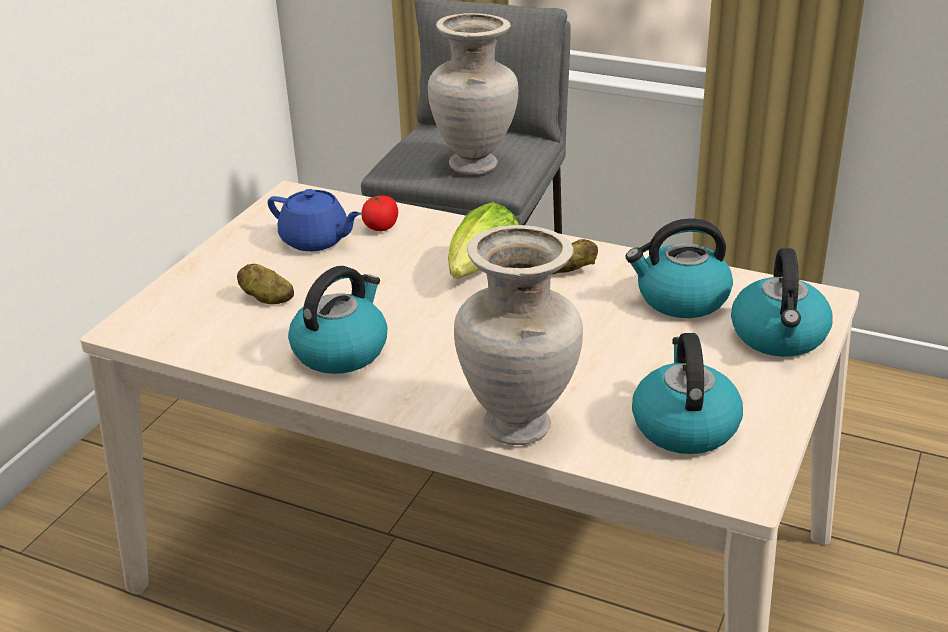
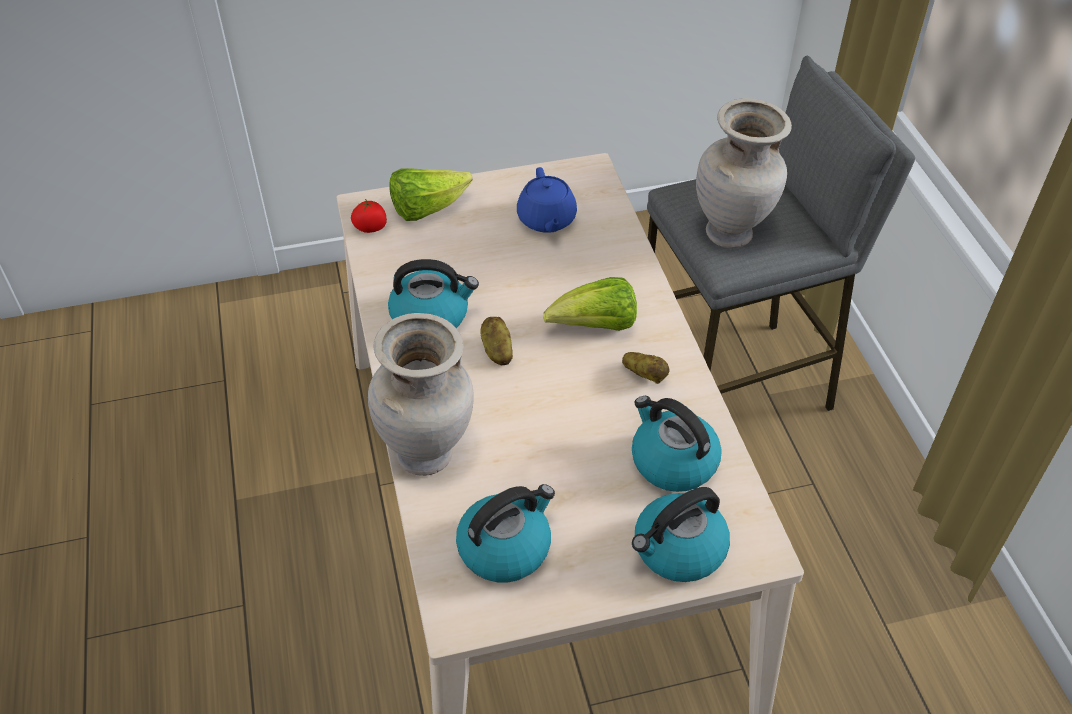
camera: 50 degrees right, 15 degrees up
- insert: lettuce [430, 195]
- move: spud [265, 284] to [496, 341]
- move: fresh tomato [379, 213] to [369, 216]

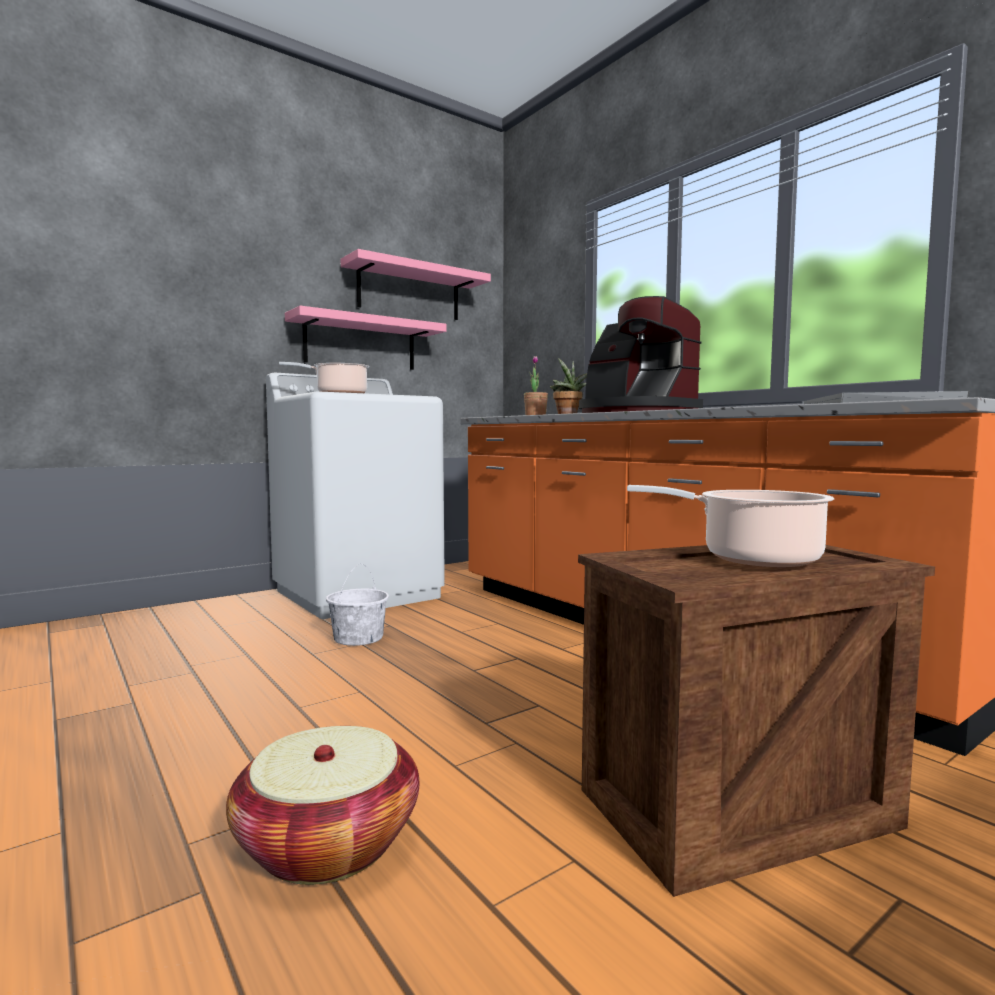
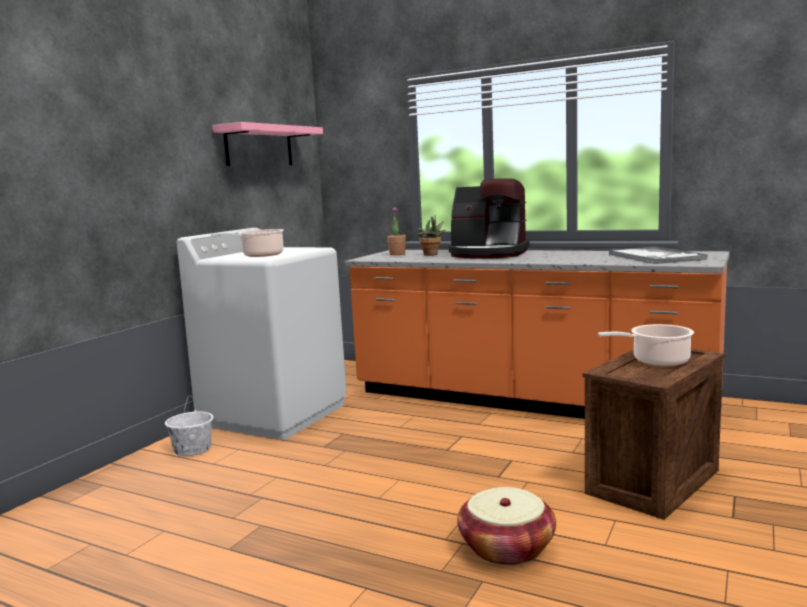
camera: 25 degrees left, 5 degrees up
- delete: wall shelf (pink) [365, 338]
- move: water bucket (whitish) [357, 605] to [189, 425]

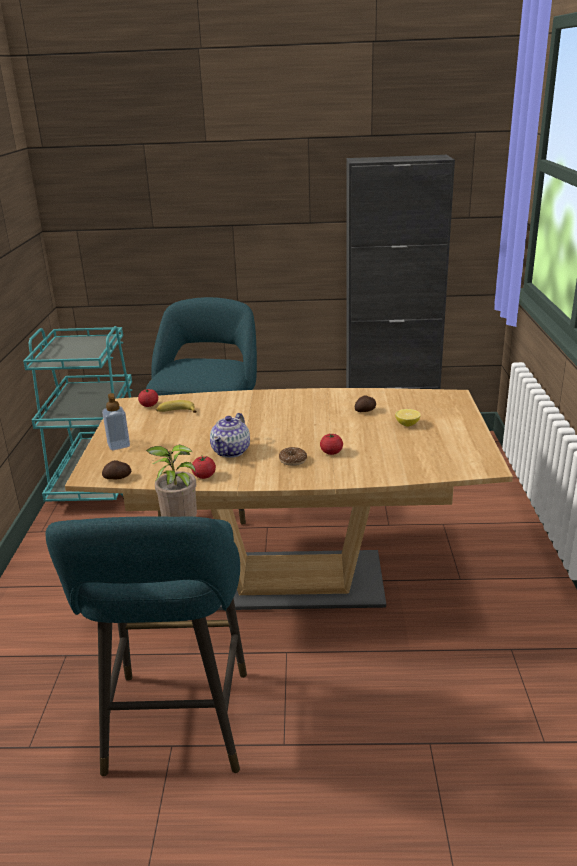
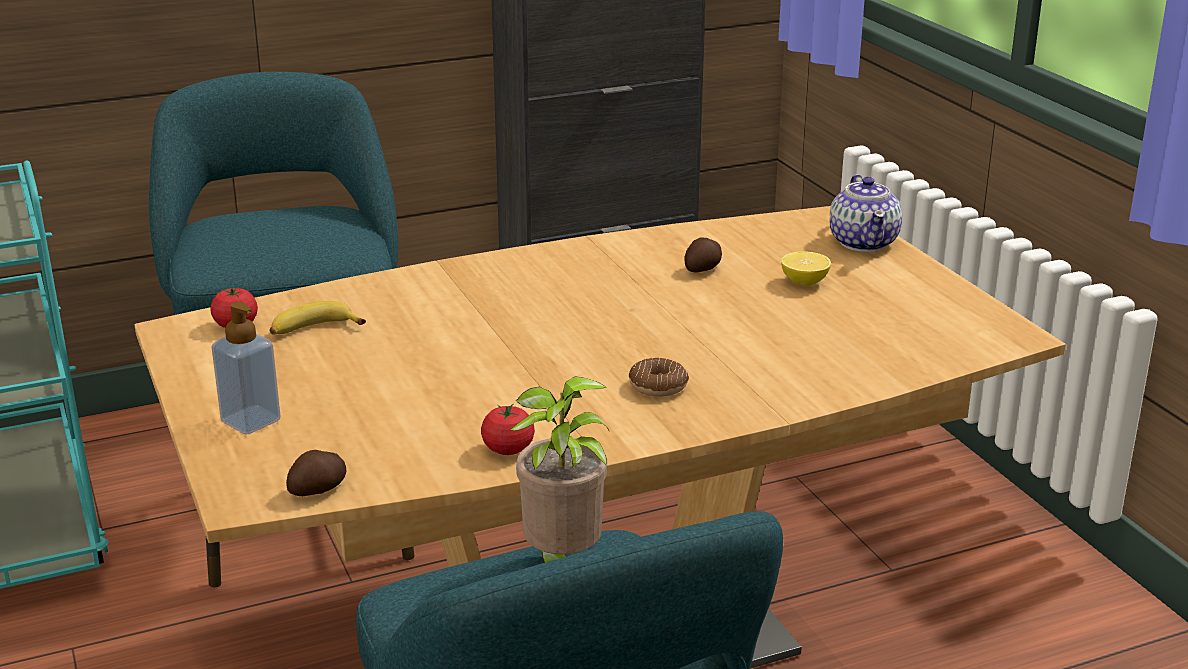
camera: 25 degrees left, 0 degrees up
- delete: fresh tomato [331, 444]
- move: pot for tea [230, 435] to [866, 213]

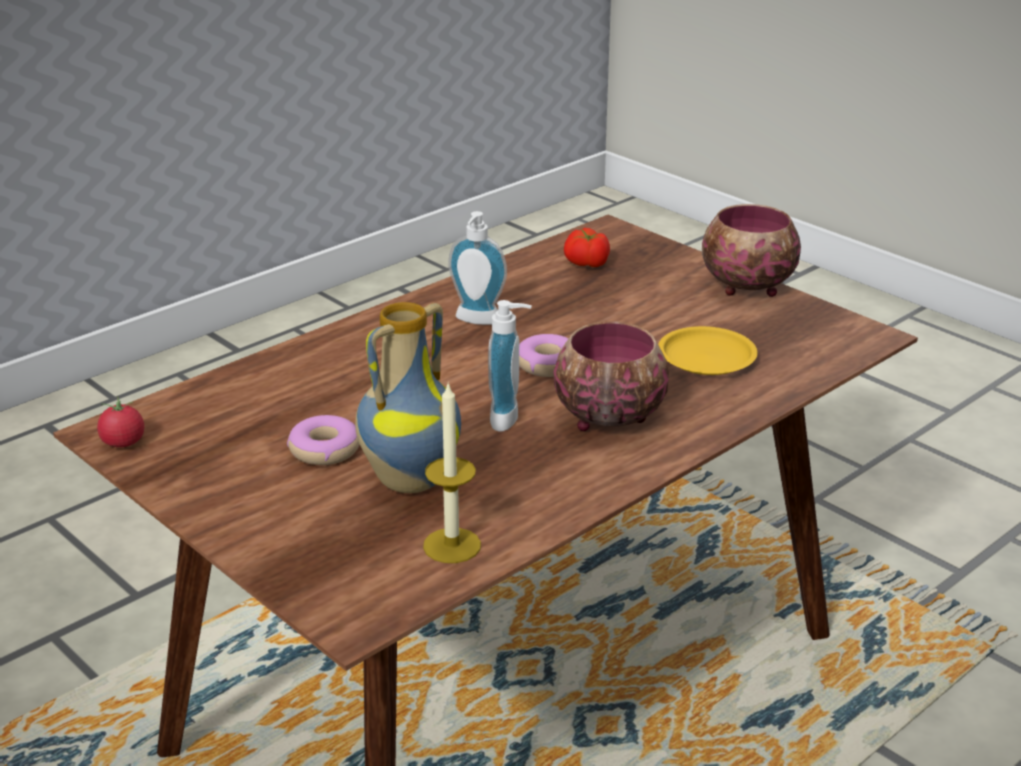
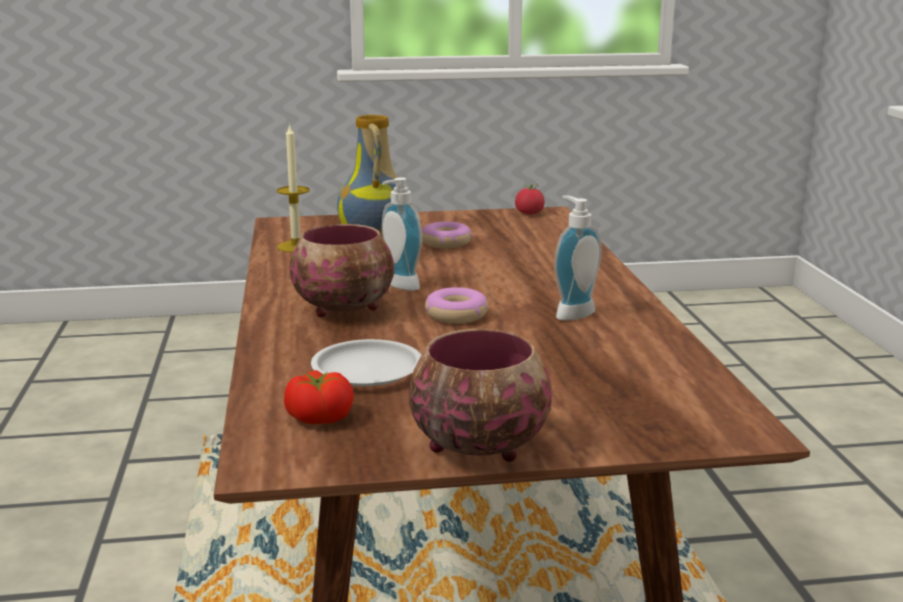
camera: 125 degrees right, 10 degrees down
- move: fresh tomato [587, 247] to [319, 397]
- recolor: plate (yellow-coloured) [708, 350] to plate (whitish) [366, 363]

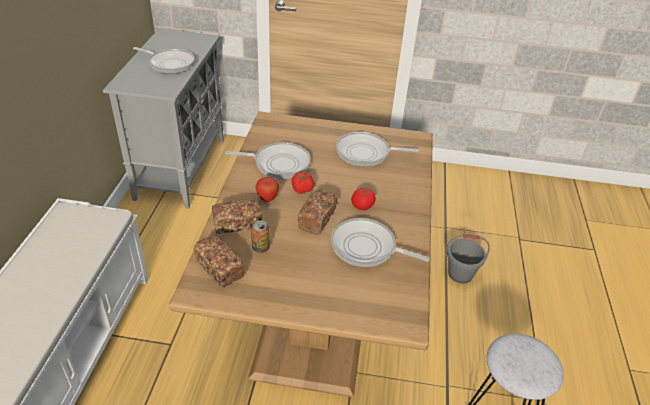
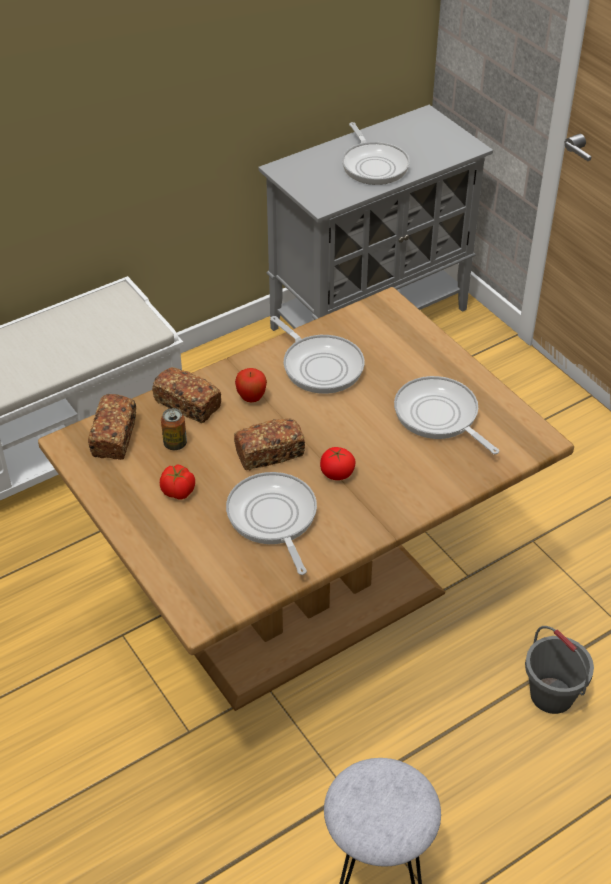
camera: 50 degrees right, 5 degrees up
- move: fresh tomato [303, 183] to [177, 481]

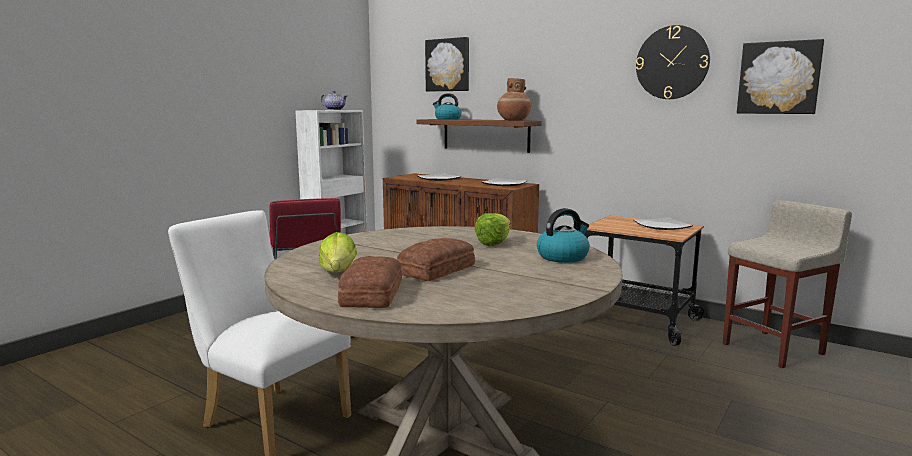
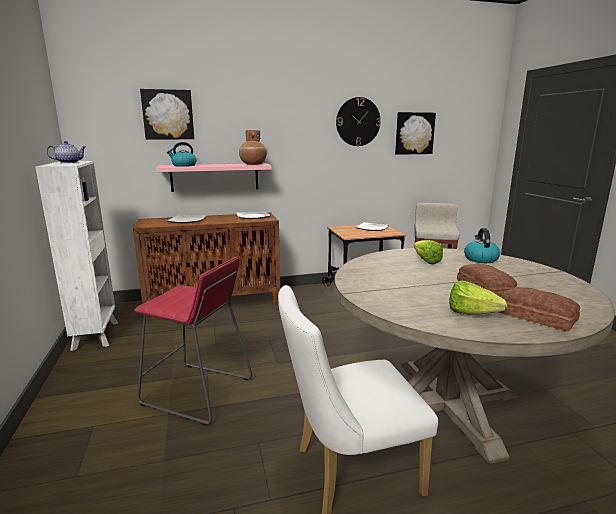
camera: 50 degrees left, 5 degrees up
- recolor: wall shelf (brown-coloured) [479, 136] to wall shelf (pink) [214, 177]

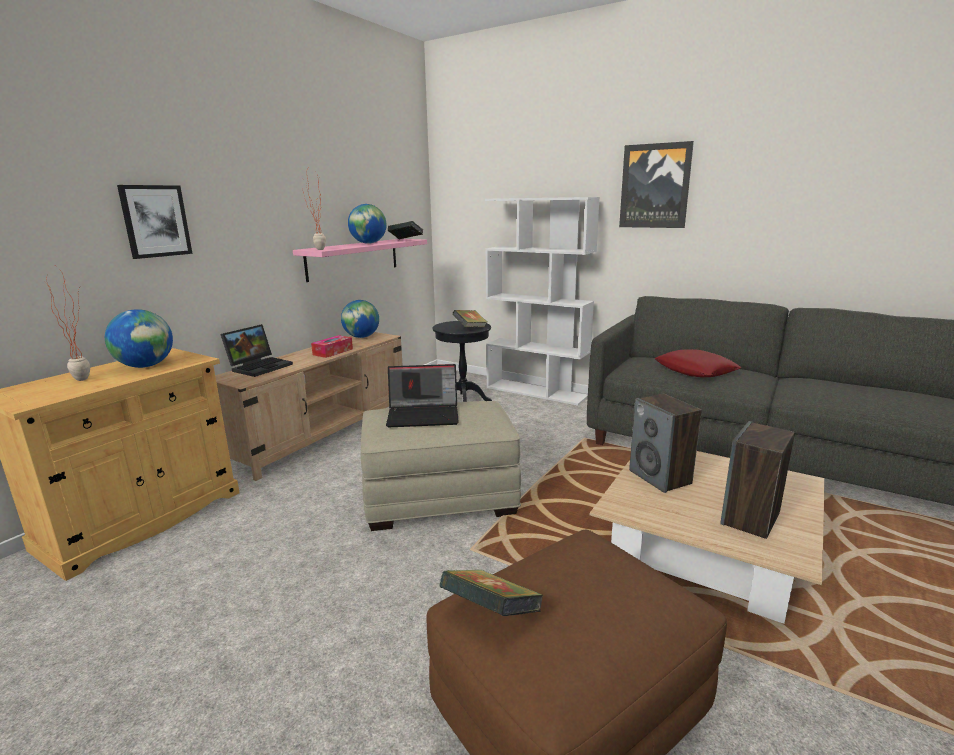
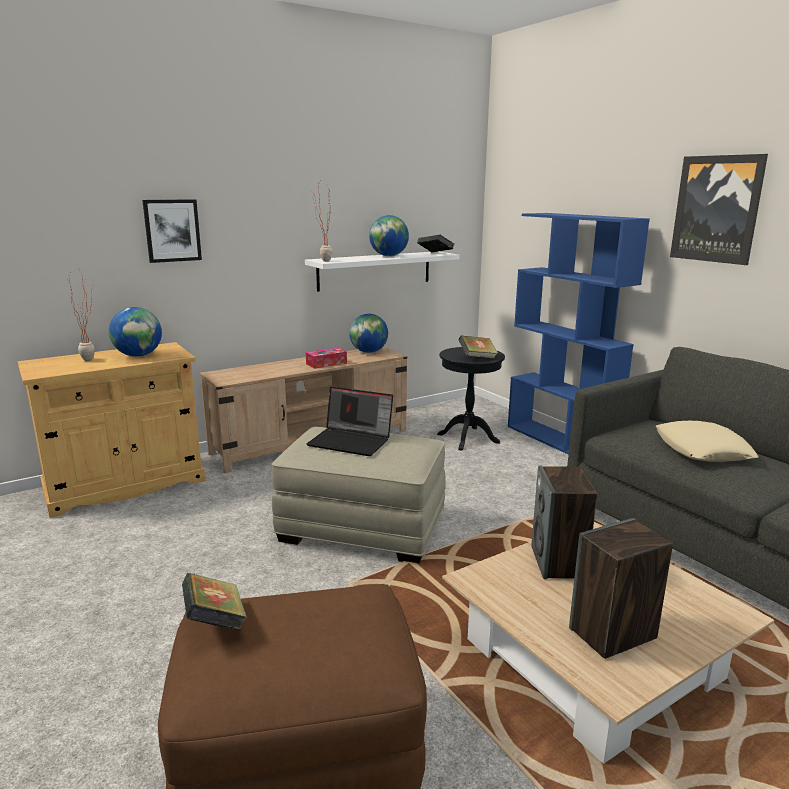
camera: 25 degrees right, 0 degrees up
- delete: notebook computer [256, 350]
- recolor: wall shelf (pink) [360, 260] to wall shelf (whitish) [382, 271]
- recolor: bookshelf (whitish) [542, 301] to bookshelf (blue-coloured) [579, 334]
- recolor: cushion (reddish) [698, 363] to cushion (sand-coloured) [707, 441]

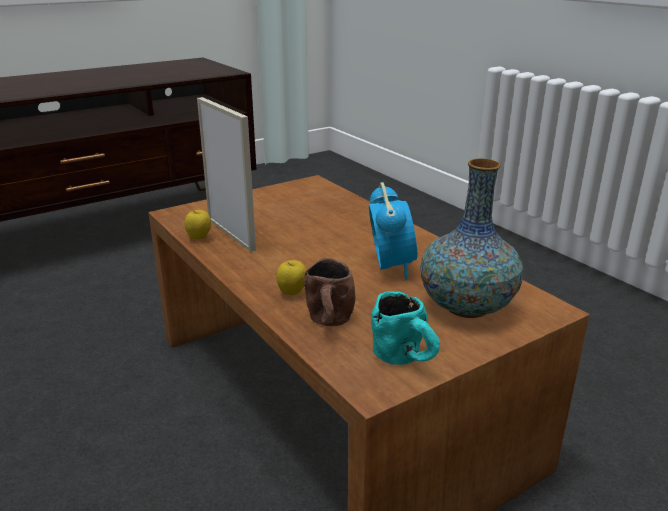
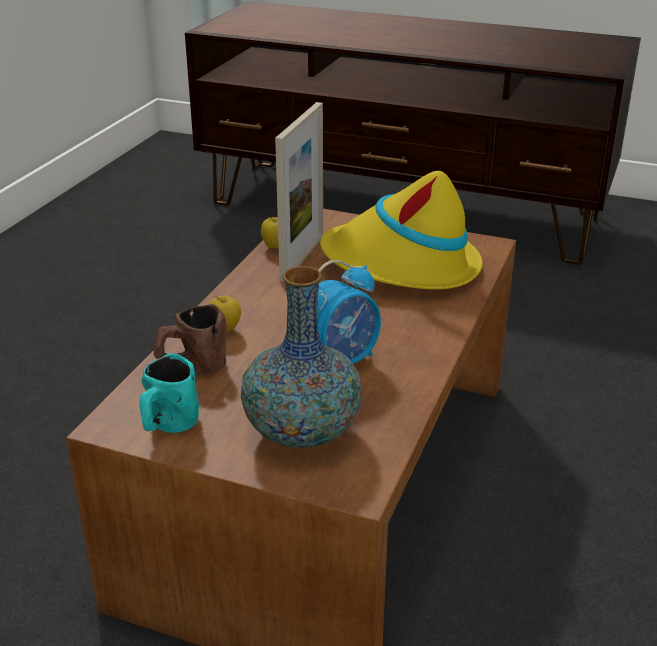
camera: 55 degrees right, 5 degrees up
- insert: wearable hat (yellow-coloured) [401, 230]

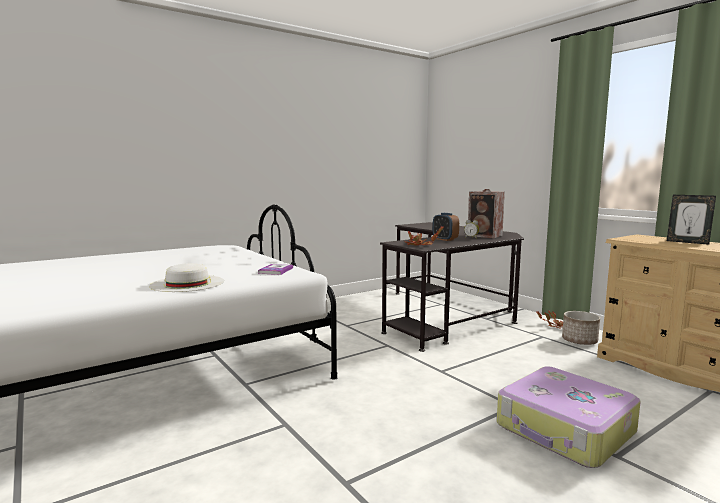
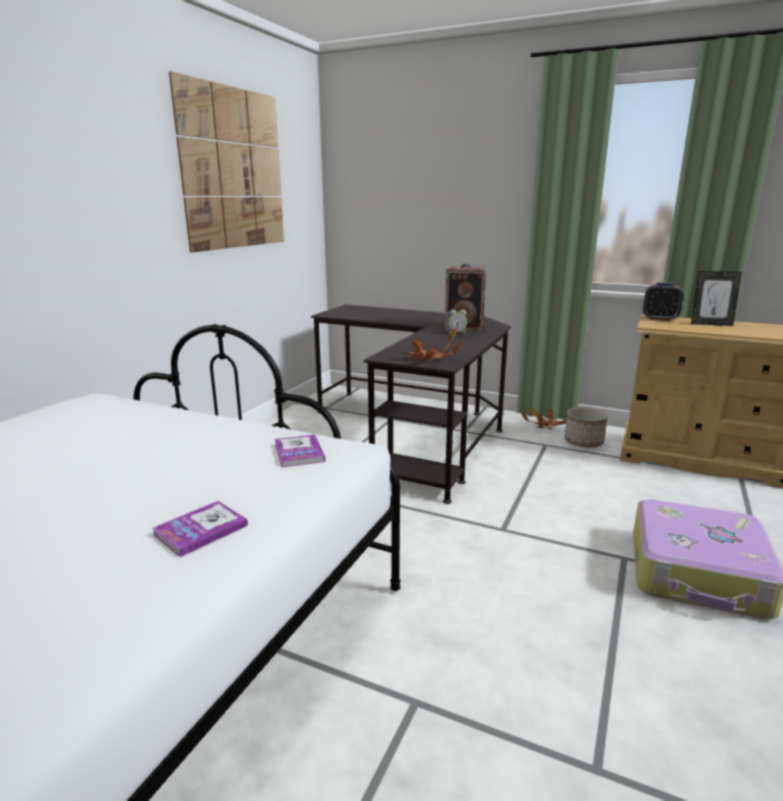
camera: 30 degrees left, 10 degrees up
- insert: wall art [226, 162]
- move: bedside clock [446, 227] to [663, 301]
- replace: wearable hat (whitish) [186, 277] to volume [200, 529]

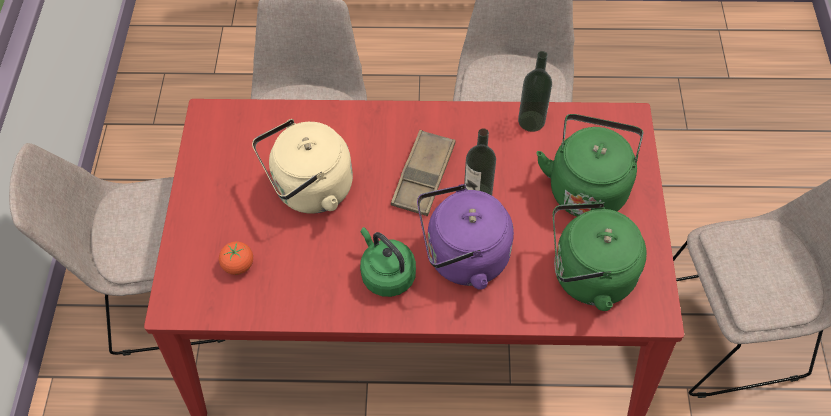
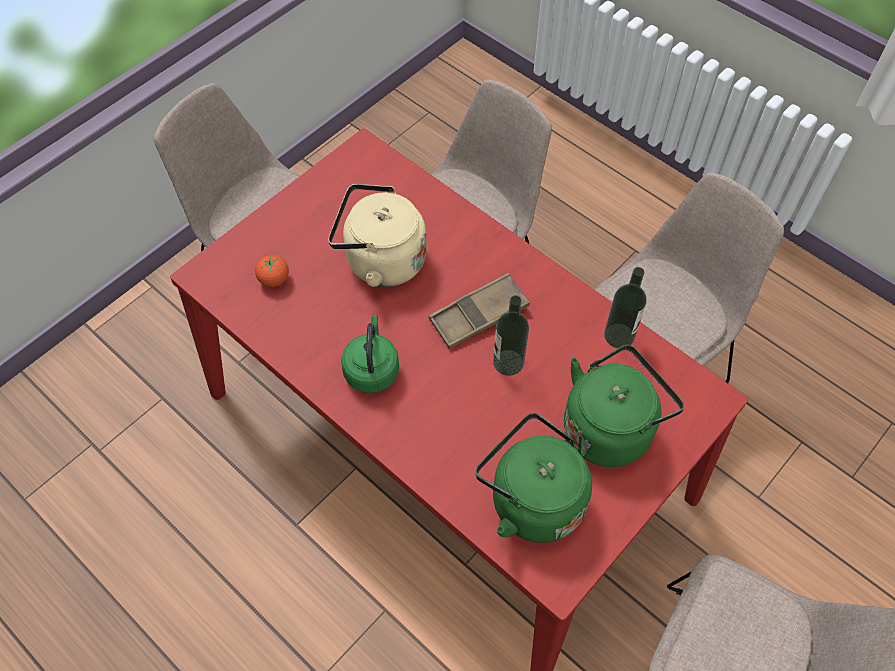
camera: 40 degrees right, 0 degrees up
- delete: tea kettle (purplish) [465, 237]

